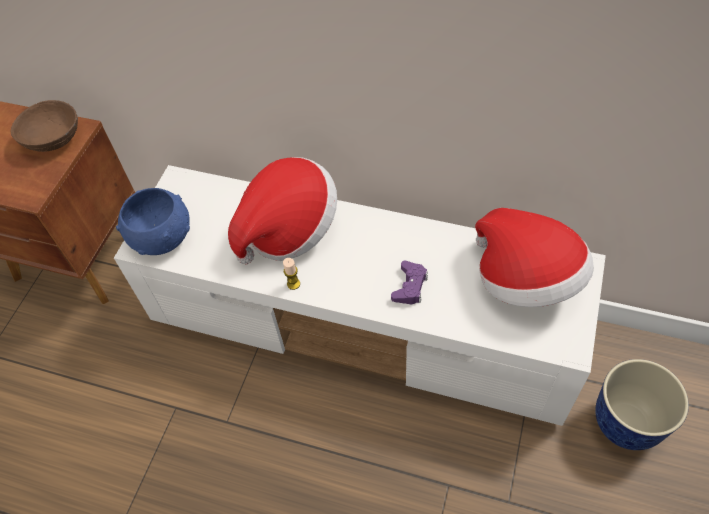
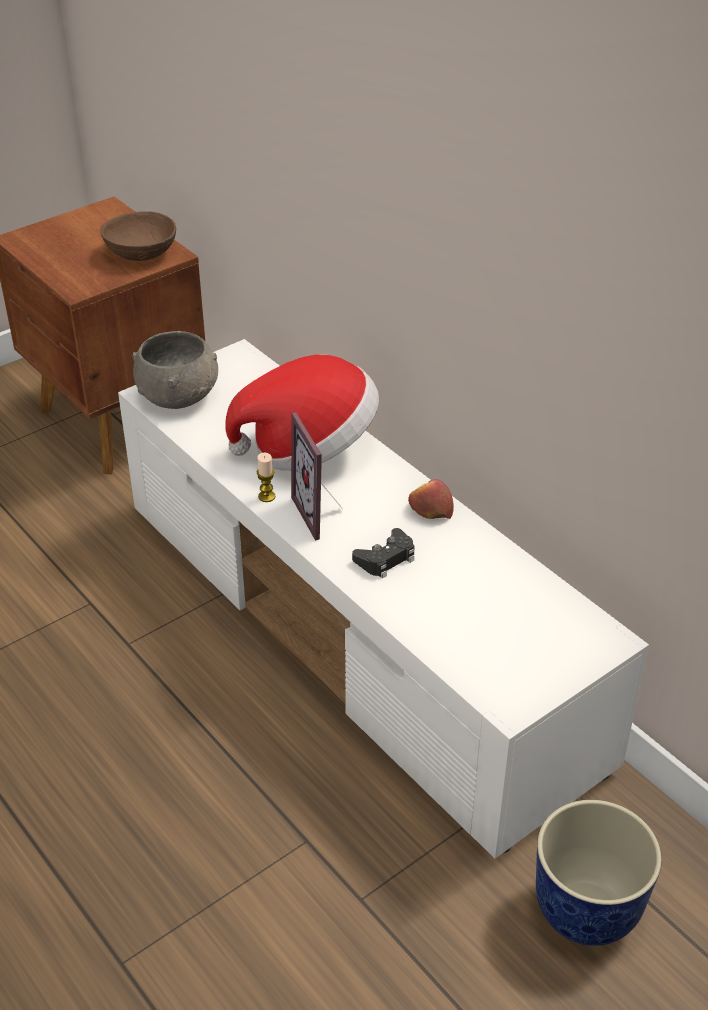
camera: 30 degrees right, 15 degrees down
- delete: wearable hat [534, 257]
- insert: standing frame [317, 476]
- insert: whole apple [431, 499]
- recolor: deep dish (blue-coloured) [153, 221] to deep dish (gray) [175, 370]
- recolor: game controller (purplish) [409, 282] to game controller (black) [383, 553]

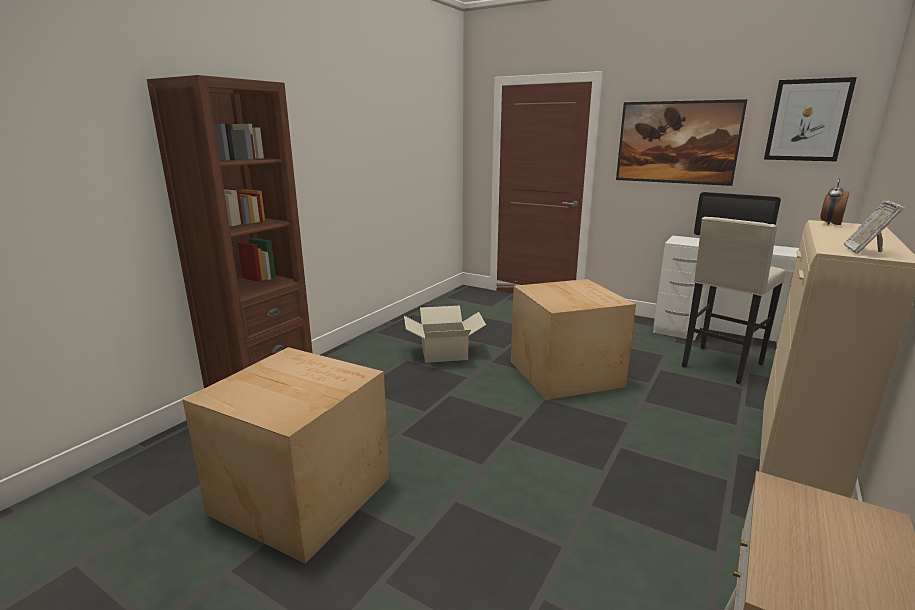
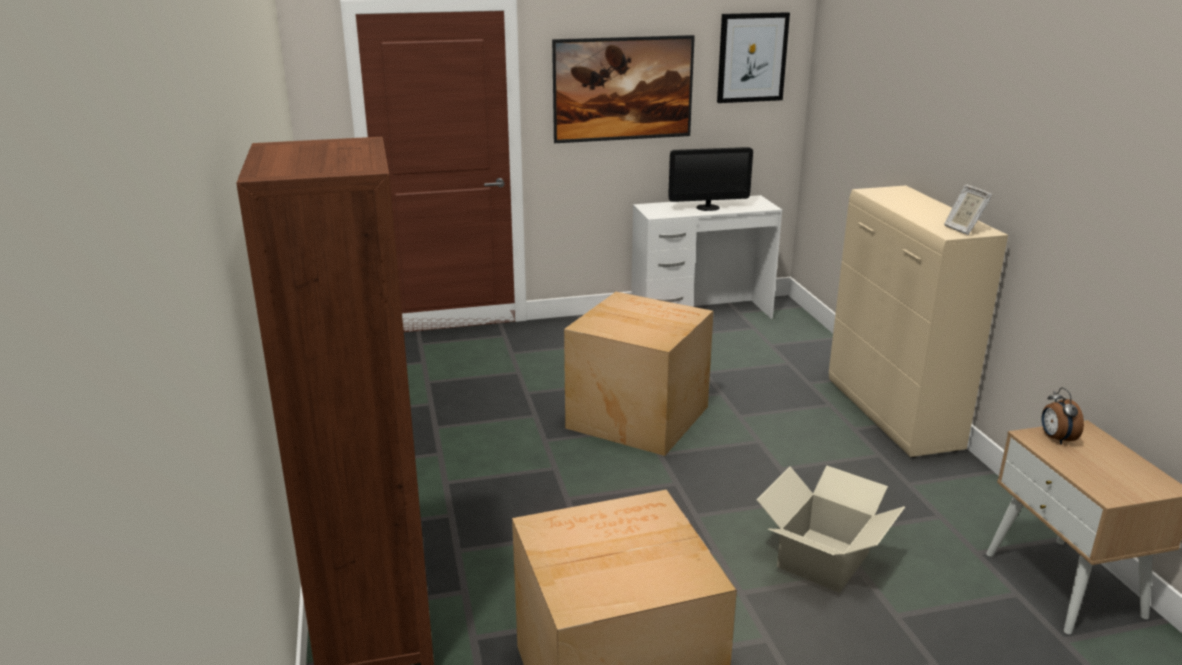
camera: 45 degrees left, 5 degrees up
- delete: stool seat (sand-coloured) [734, 300]
- move: packing box [445, 334] to [830, 529]
- move: bedside clock [834, 201] to [1063, 416]

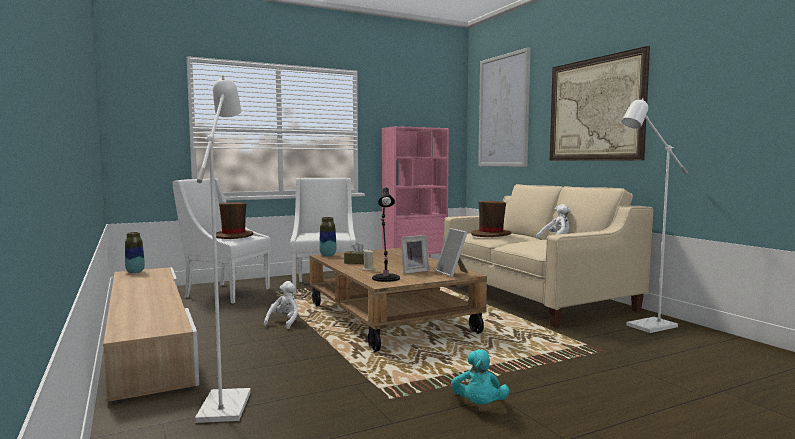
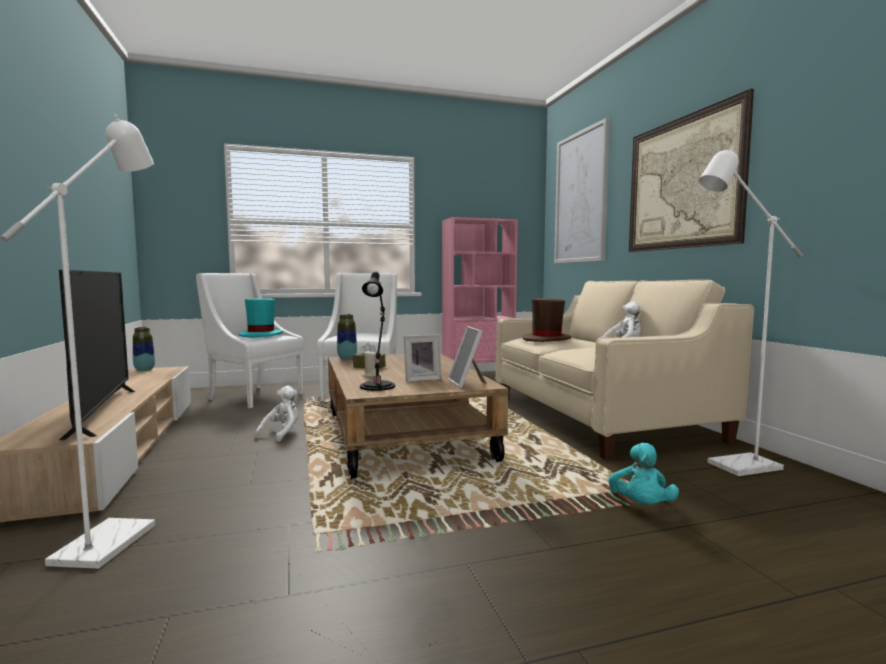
camera: 10 degrees right, 0 degrees up
- insert: television [97, 355]
- move: soft toy (blue-green) [480, 376] to [643, 473]
- recolor: wearable hat (brown-coloured) [234, 220] to wearable hat (blue-green) [261, 318]

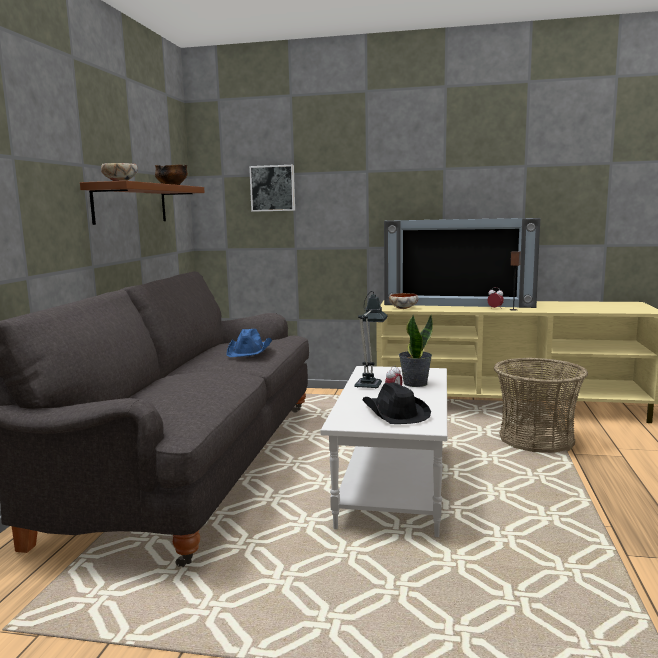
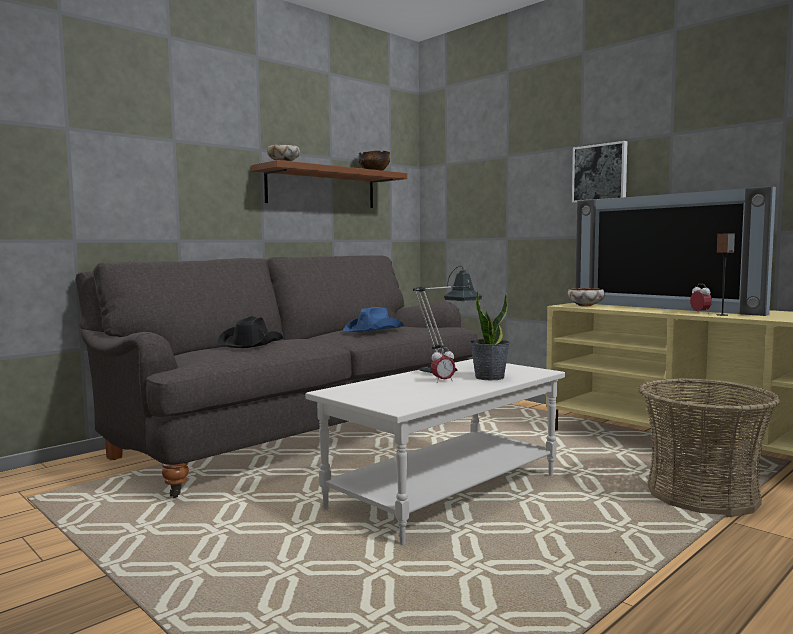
camera: 35 degrees right, 5 degrees down
- move: wall art [272, 188] to [599, 172]
- move: wearable hat (black) [396, 403] to [250, 332]

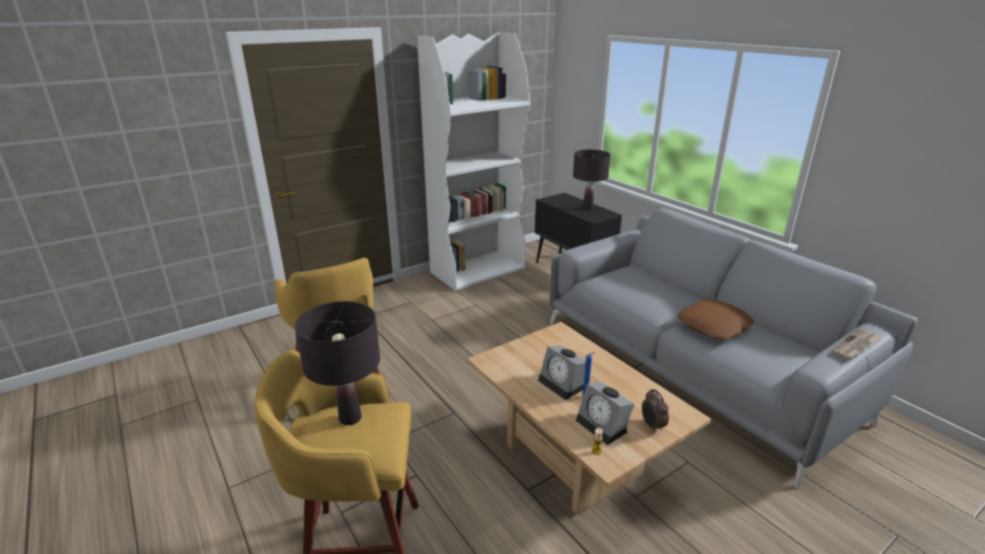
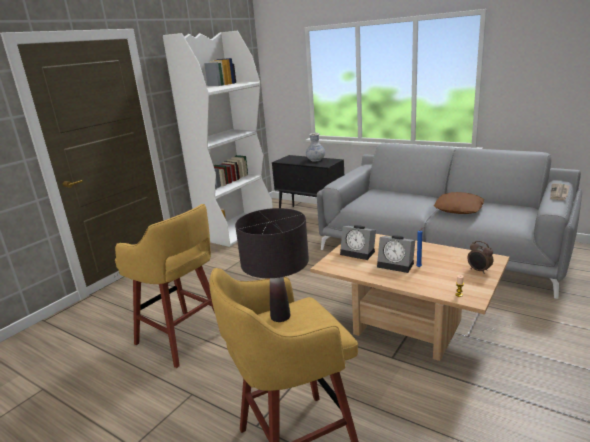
camera: 20 degrees left, 5 degrees down
- move: bedside clock [605, 413] to [358, 242]
- replace: tabletop lamp (black) [591, 179] to vase [315, 147]

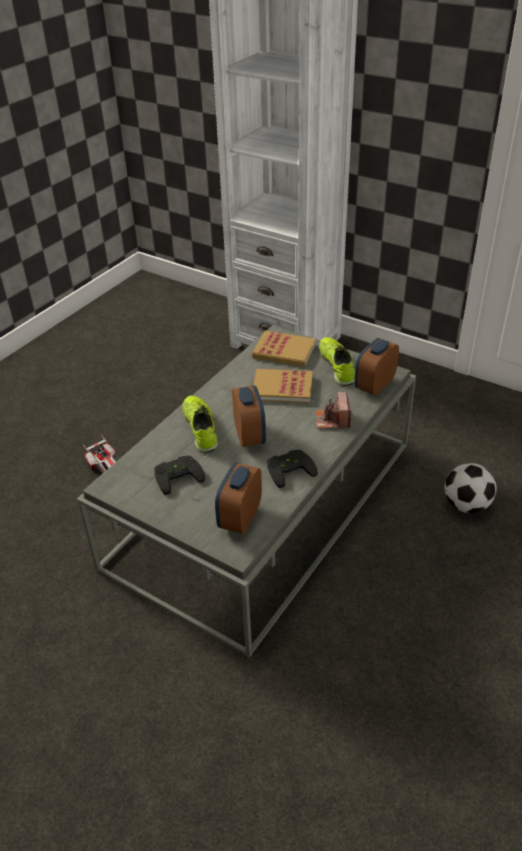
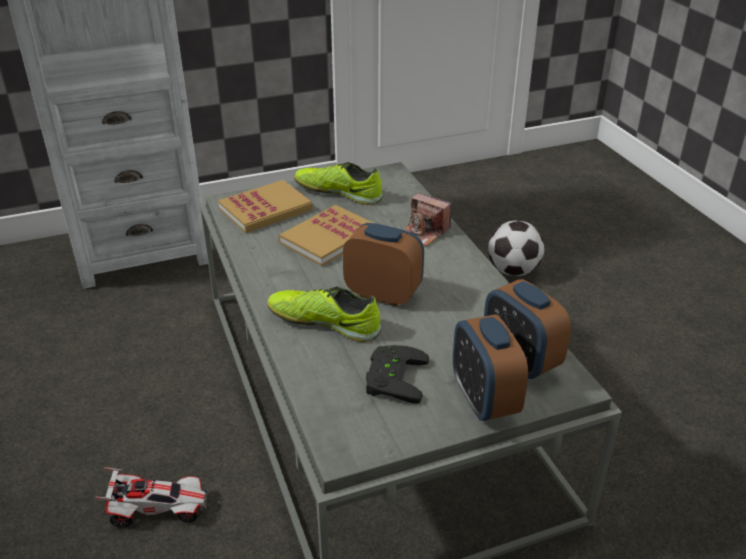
camera: 55 degrees left, 5 degrees down
- delete: game controller (black) [292, 469]
- move: bedside clock [376, 367] to [490, 367]

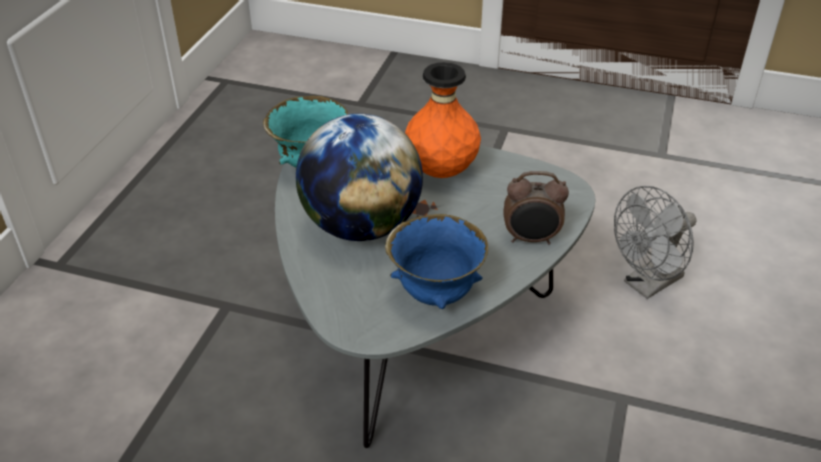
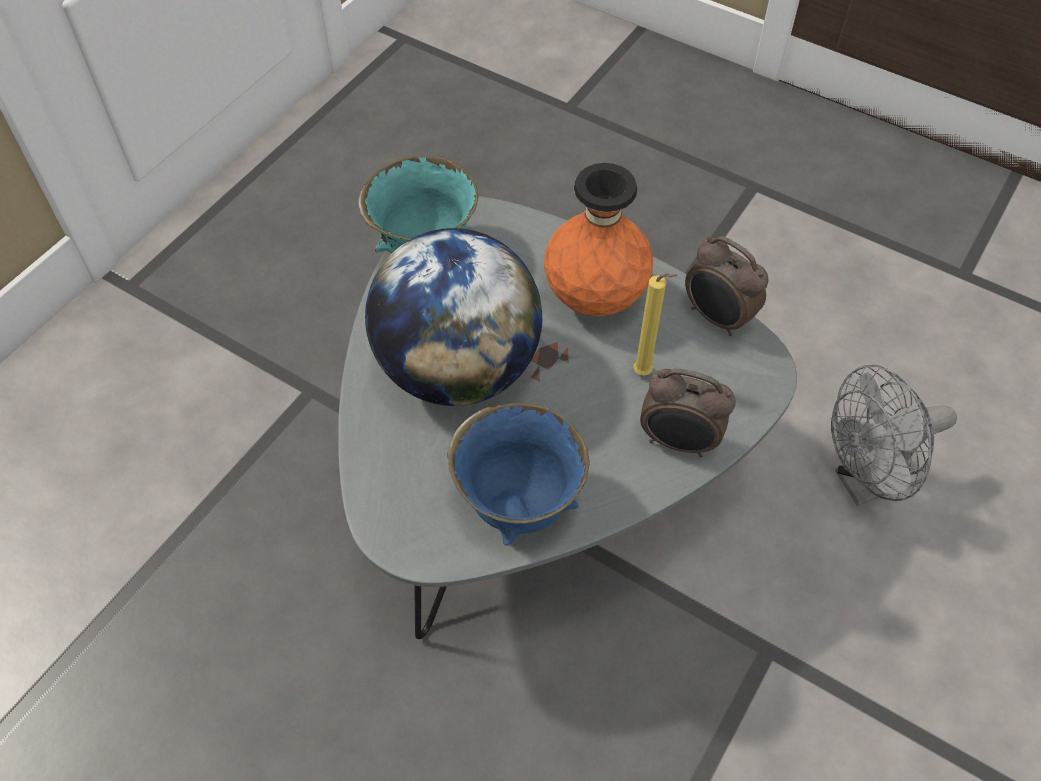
camera: 15 degrees right, 15 degrees up
- insert: wax light (yellow-coloured) [655, 324]
- insert: bedside clock [726, 286]

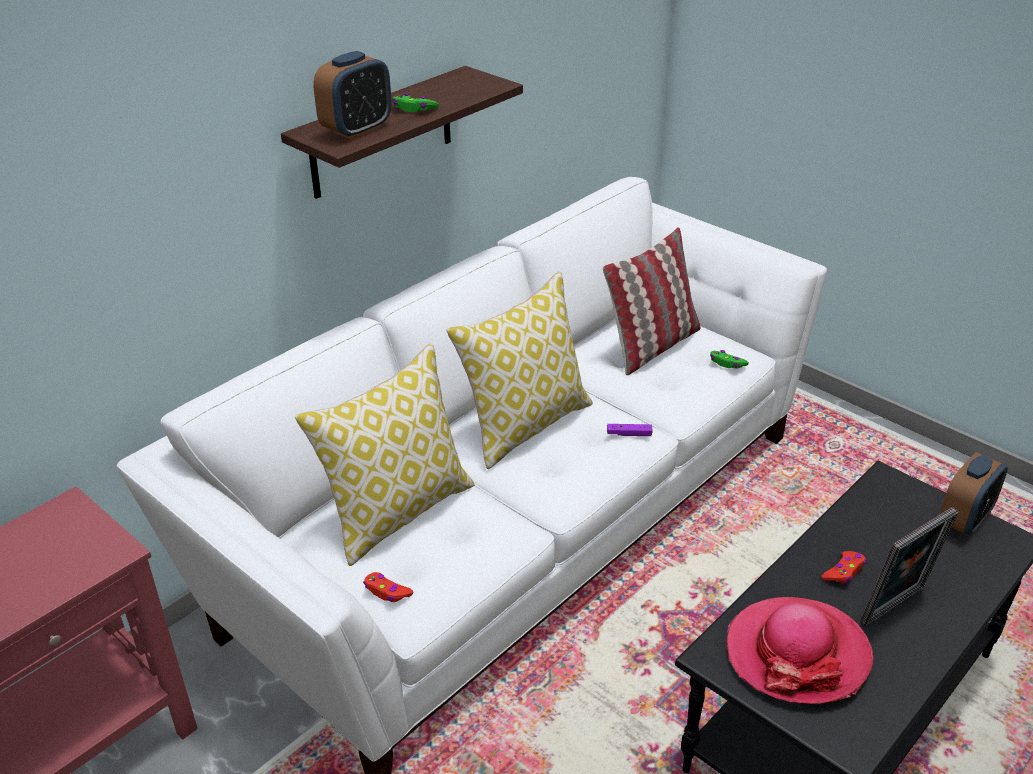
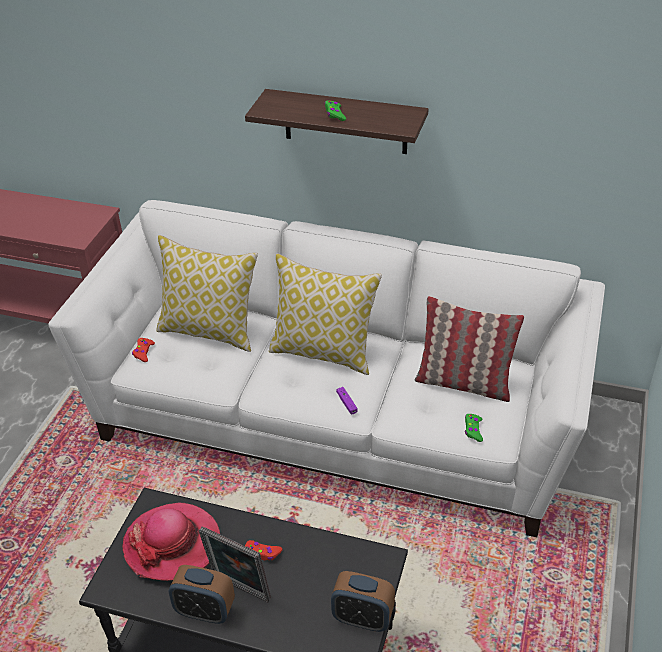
camera: 65 degrees right, 5 degrees up
- move: bedside clock [352, 95] to [202, 594]

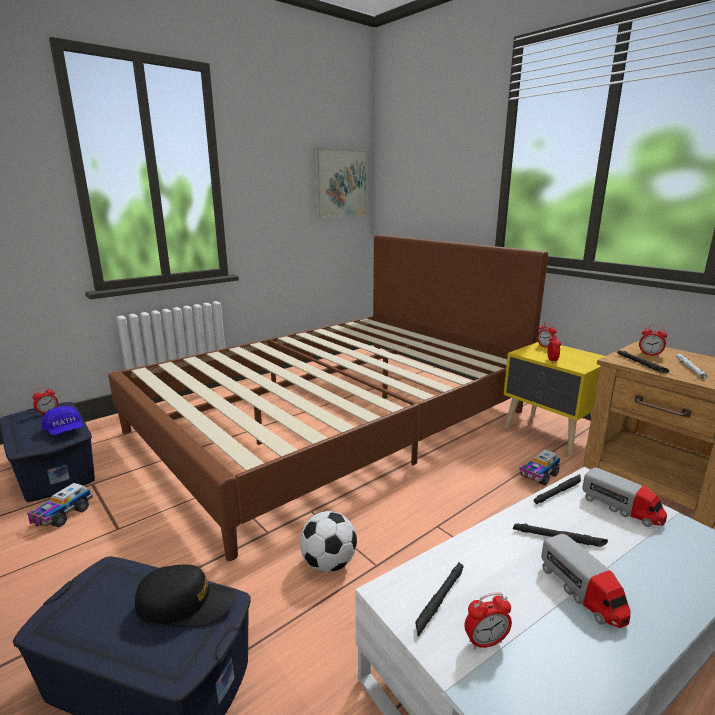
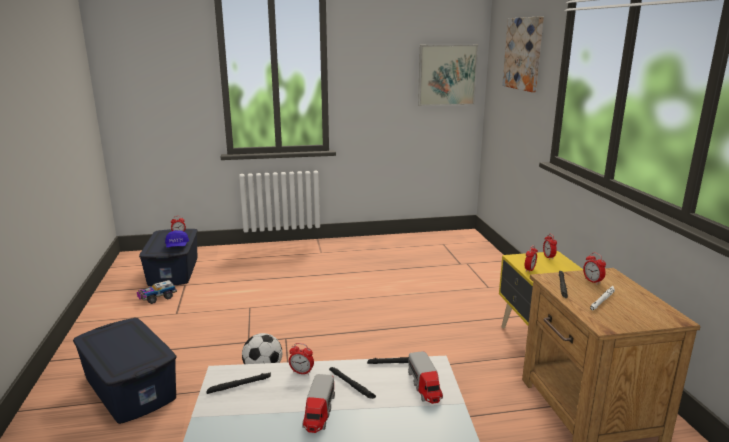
camera: 30 degrees right, 0 degrees up
- delete: sleeping bed (brown-coloured) [328, 398]
- delete: cap (black) [185, 595]
- delete: toy truck [539, 467]
- insert: wall art [523, 54]
- move: bedside clock [488, 620] to [301, 359]

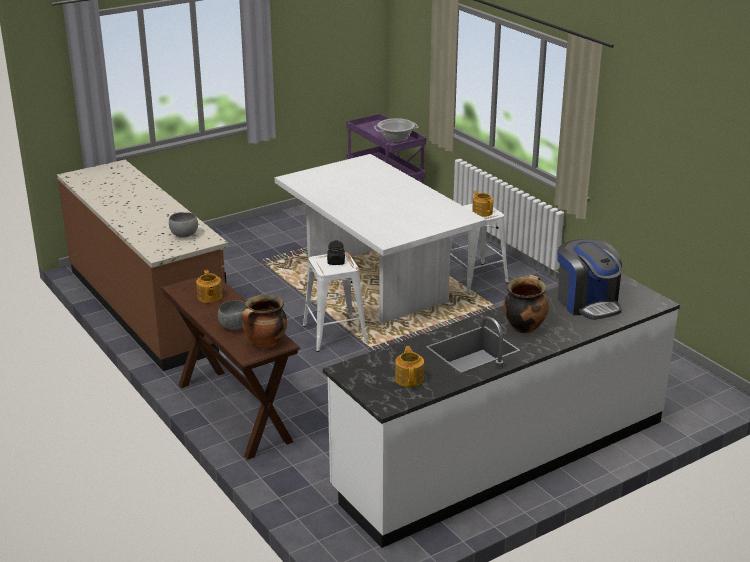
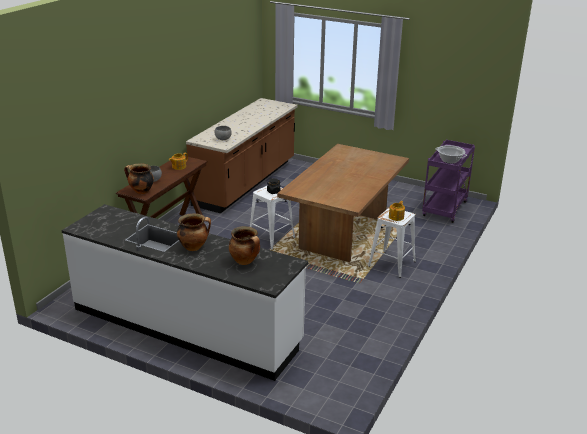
camera: 60 degrees right, 0 degrees up
- delete: pot for tea [409, 366]
- replace: coffee maker [589, 279] to stockpot [244, 245]
- recolor: dining table (whitish) [380, 238] to dining table (brown-coloured) [343, 203]

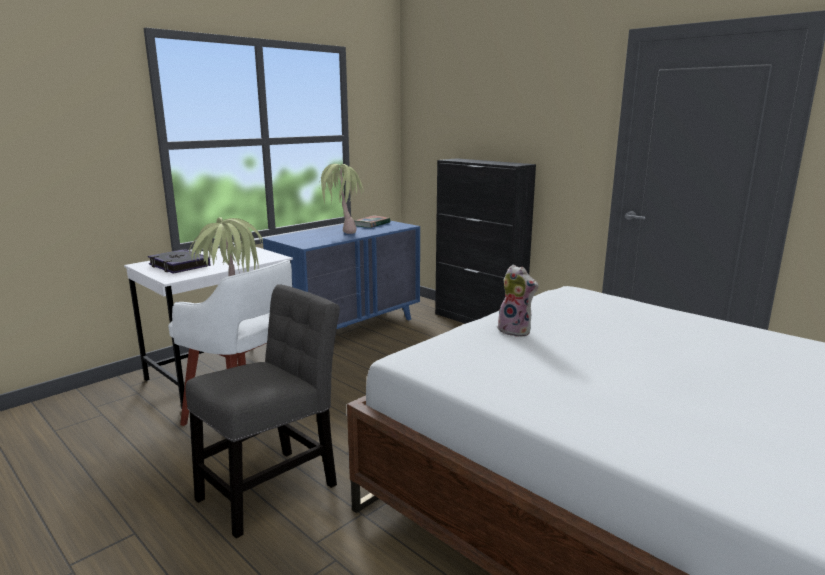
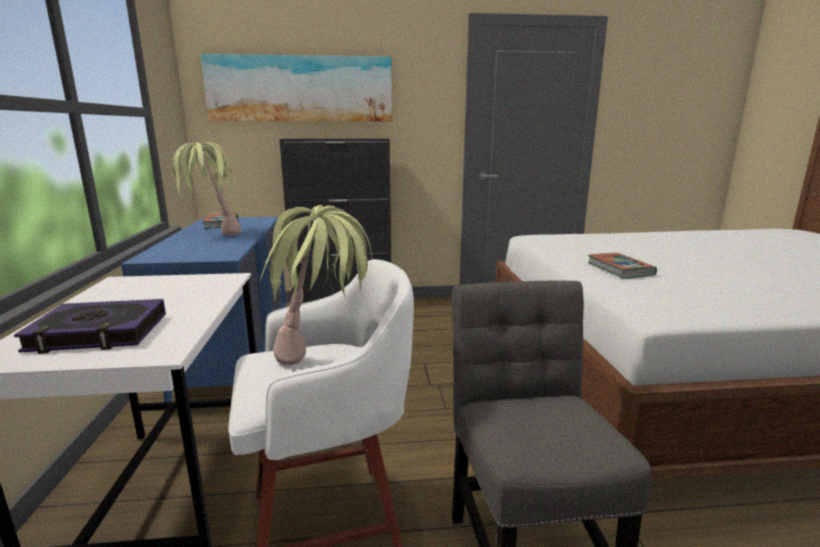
camera: 50 degrees left, 0 degrees up
- insert: wall art [296, 87]
- replace: soft toy [517, 301] to volume [622, 265]

